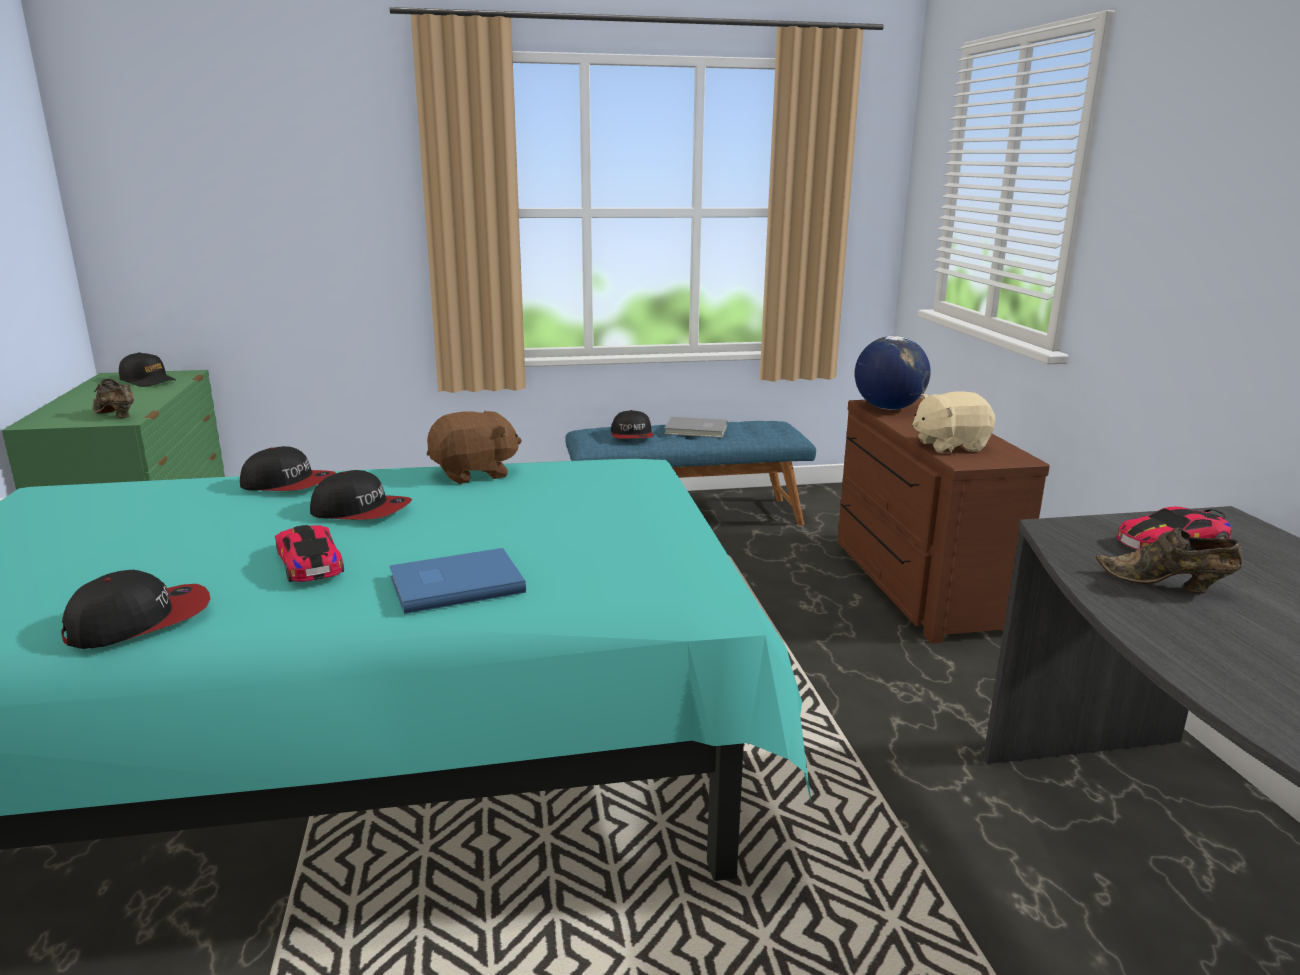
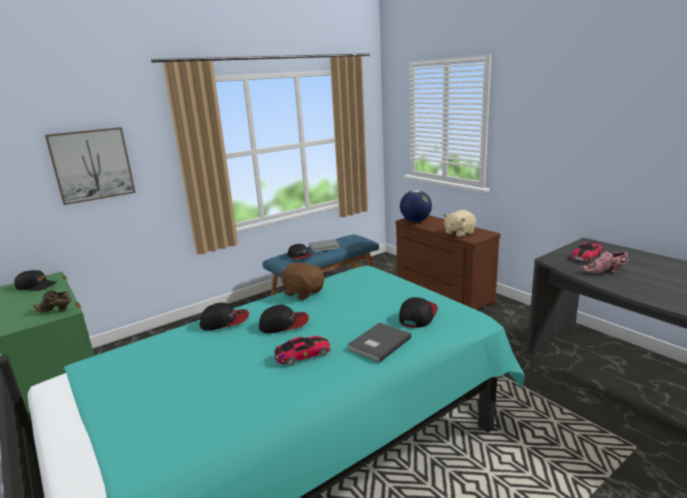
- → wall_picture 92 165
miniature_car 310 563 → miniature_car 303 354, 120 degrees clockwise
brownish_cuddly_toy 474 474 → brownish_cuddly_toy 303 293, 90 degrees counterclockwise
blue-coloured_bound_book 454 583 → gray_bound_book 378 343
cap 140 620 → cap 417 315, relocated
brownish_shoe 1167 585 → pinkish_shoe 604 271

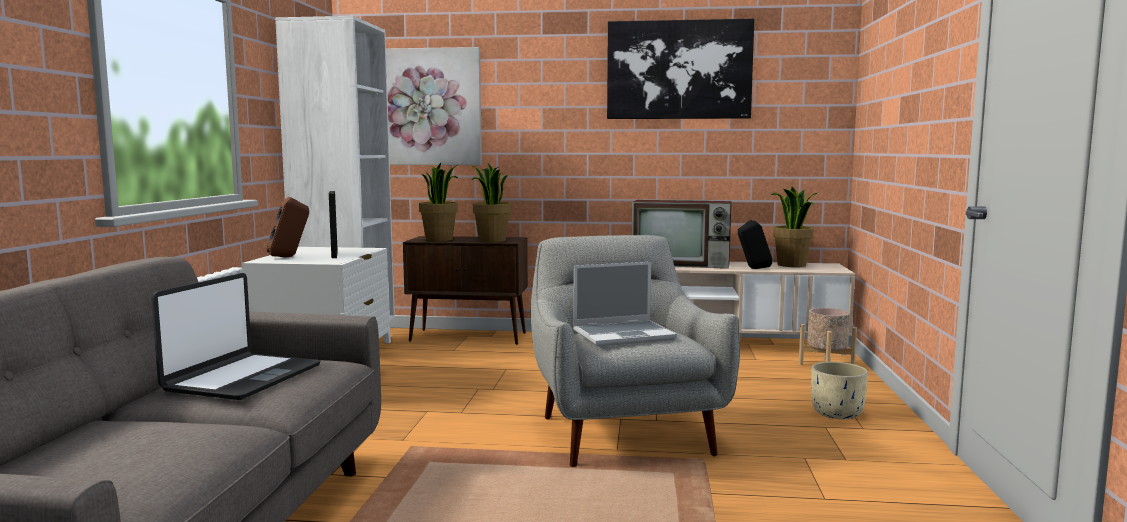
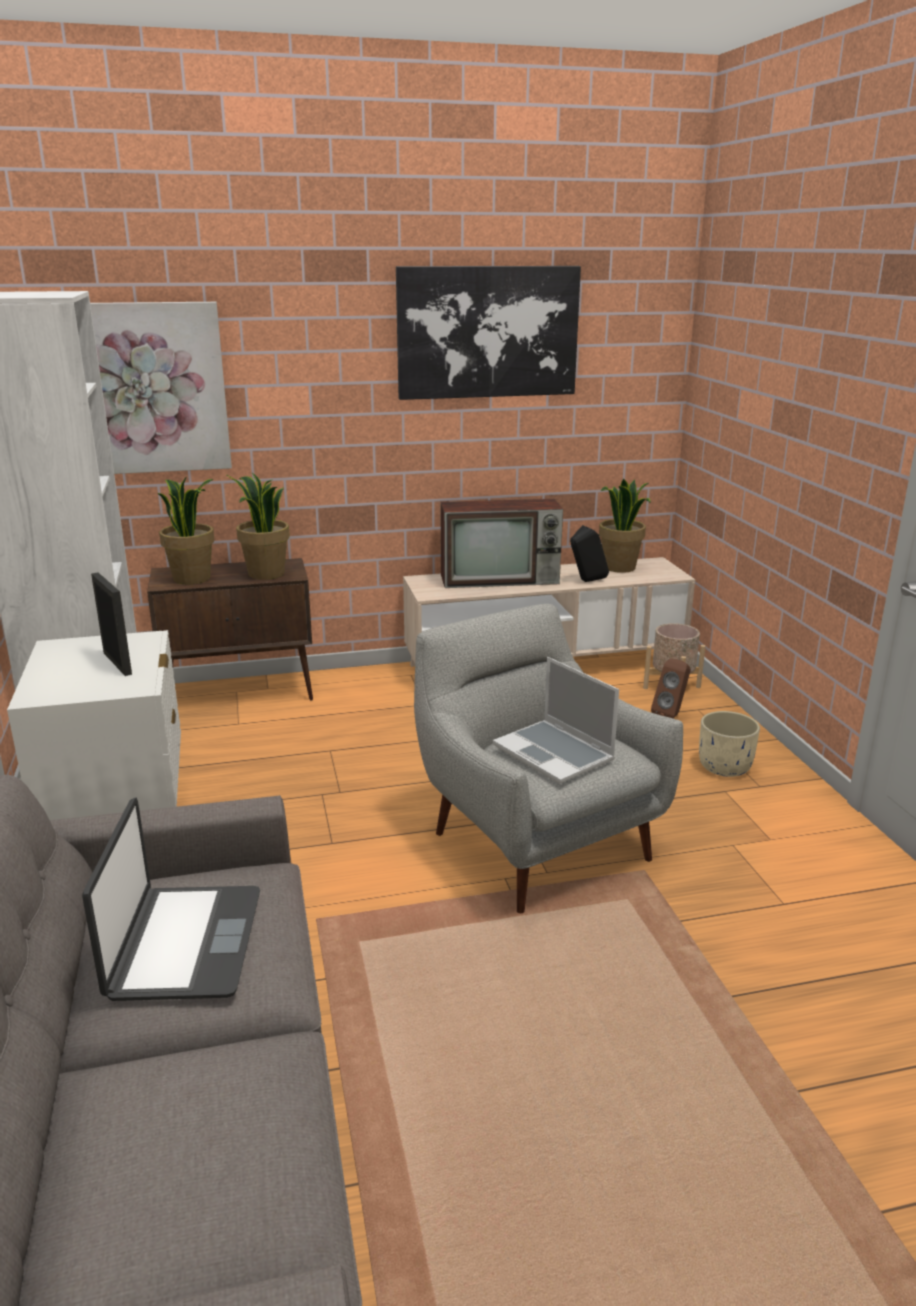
laptop 624 335 → laptop 555 753, 90 degrees clockwise
brownish_audio_speaker 289 257 → brownish_audio_speaker 671 716, relocated

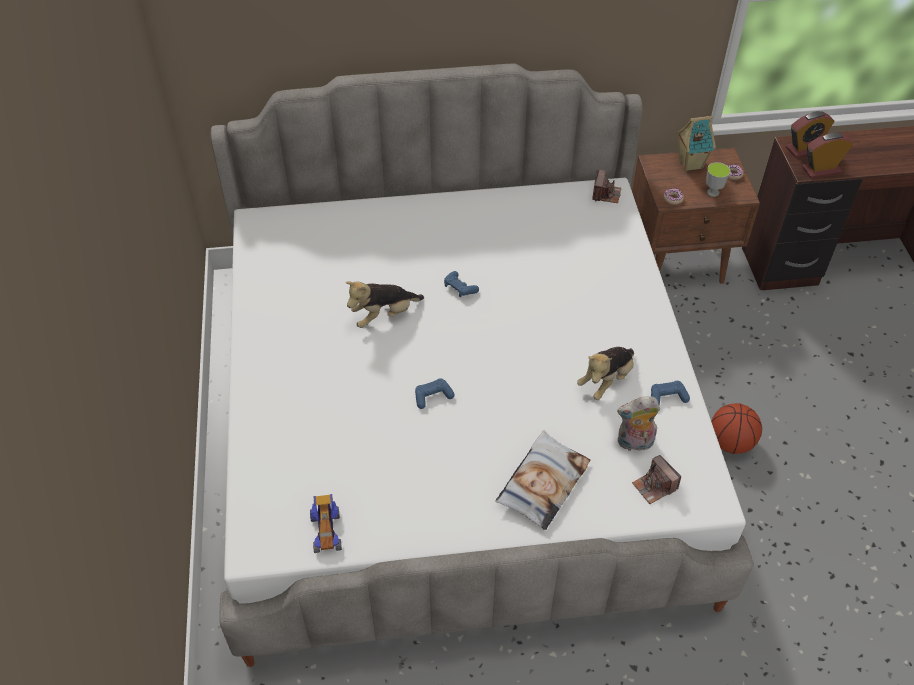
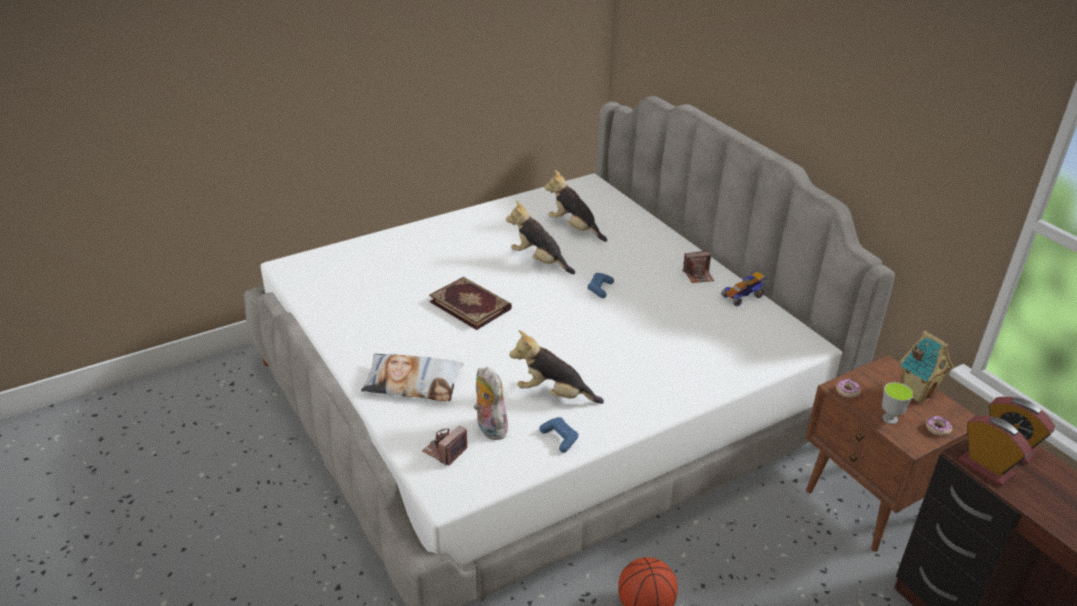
blue-coloured_game_controller 433 396 → bound_book 471 305
- → cuddly_toy 574 228
still_camera 605 194 → still_camera 698 275, relocated
miniature_car 326 531 → miniature_car 742 296, relocated

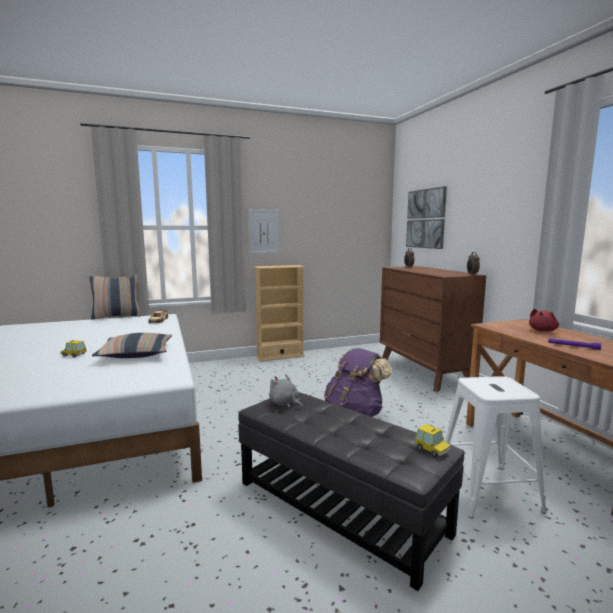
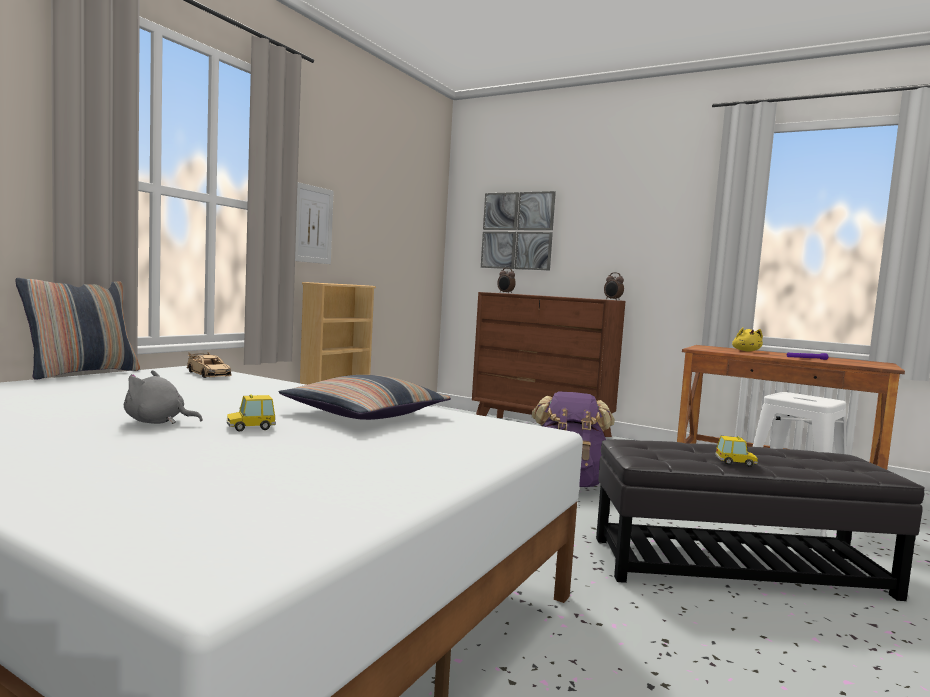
gray_cuddly_toy 285 403 → gray_cuddly_toy 157 422, relocated
miniature_car 432 449 → miniature_car 735 462, relocated
reddish_cuddly_toy 543 330 → yellow-coloured_cuddly_toy 746 351

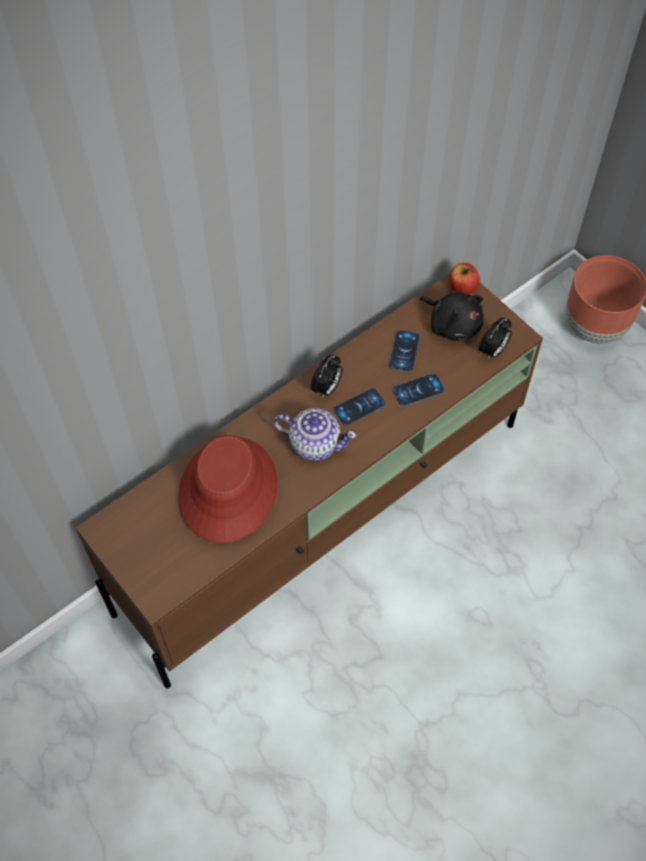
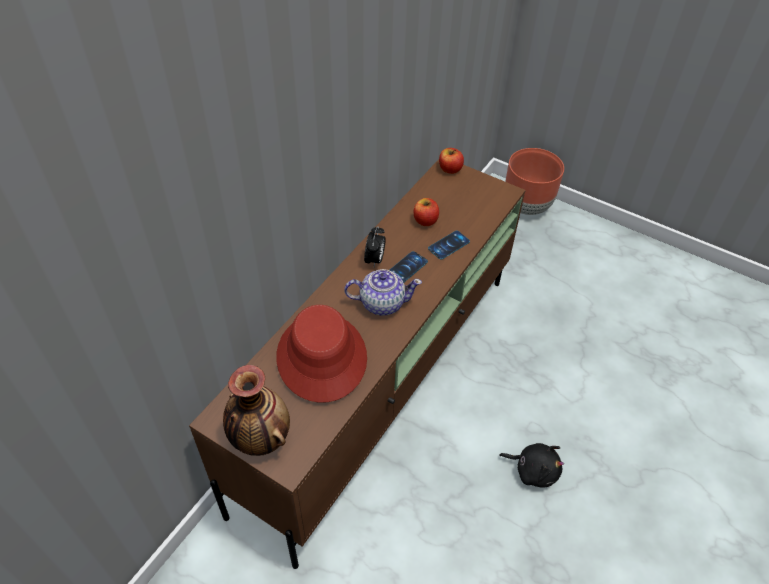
- → decorative_vase 259 438
handset 404 351 → apple 425 220
black-coloured_cuddly_toy 453 324 → black-coloured_cuddly_toy 533 470, relocated
bedside_clock 493 351 → -

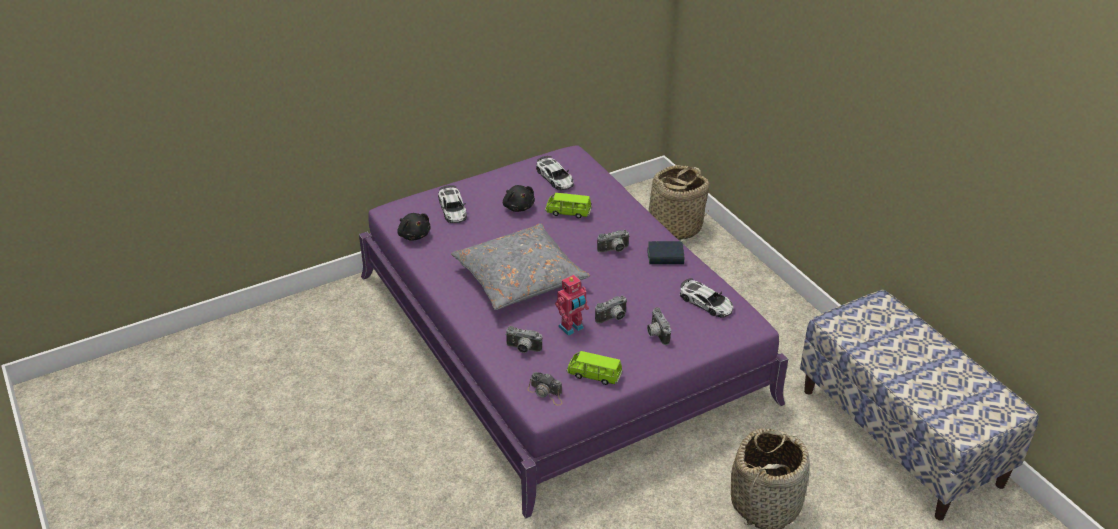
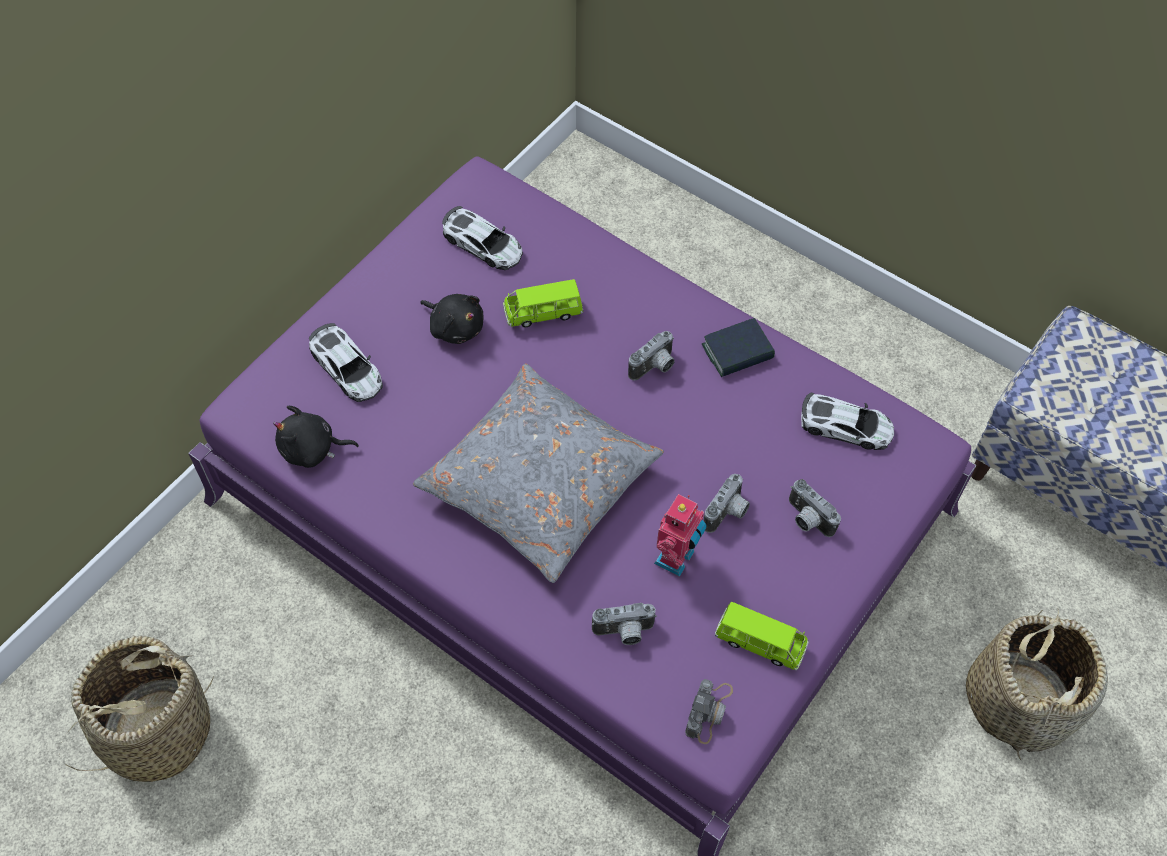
household_basket 674 227 → household_basket 157 731, relocated
black-coloured_cuddly_toy 414 235 → black-coloured_cuddly_toy 312 449, 150 degrees clockwise
still_camera 546 393 → still_camera 709 711, 75 degrees counterclockwise
green-coloured_miniature_car 594 375 → green-coloured_miniature_car 760 642, 150 degrees counterclockwise

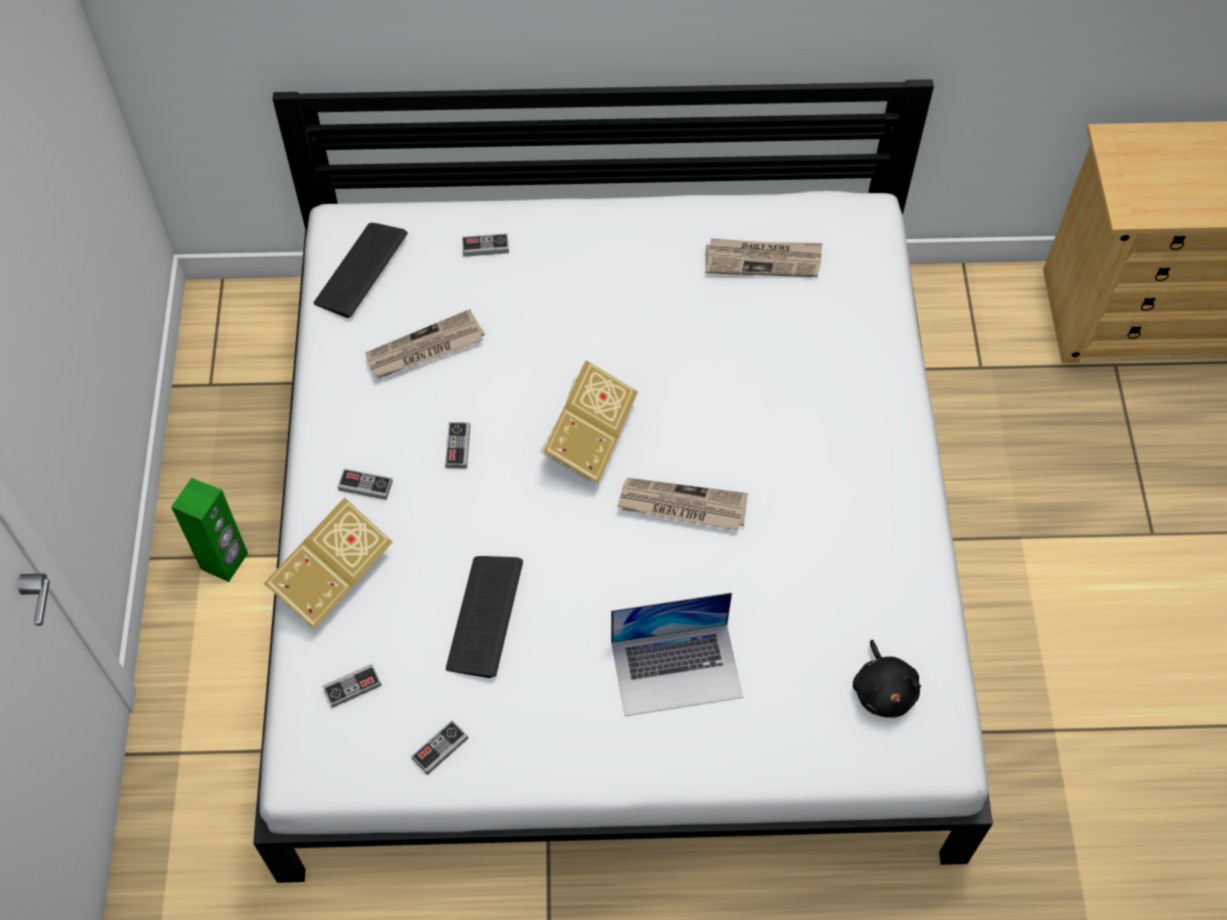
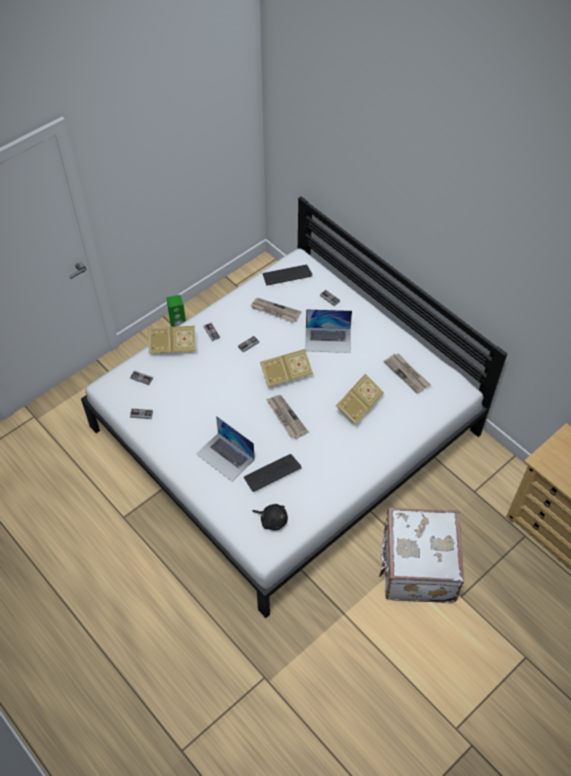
keyboard 485 616 → keyboard 272 473, relocated
black-coloured_cuddly_toy 883 690 → black-coloured_cuddly_toy 272 520, 105 degrees counterclockwise
- → laptop 328 339
- → bound_book 358 406
- → white_piece_of_luggage 416 567

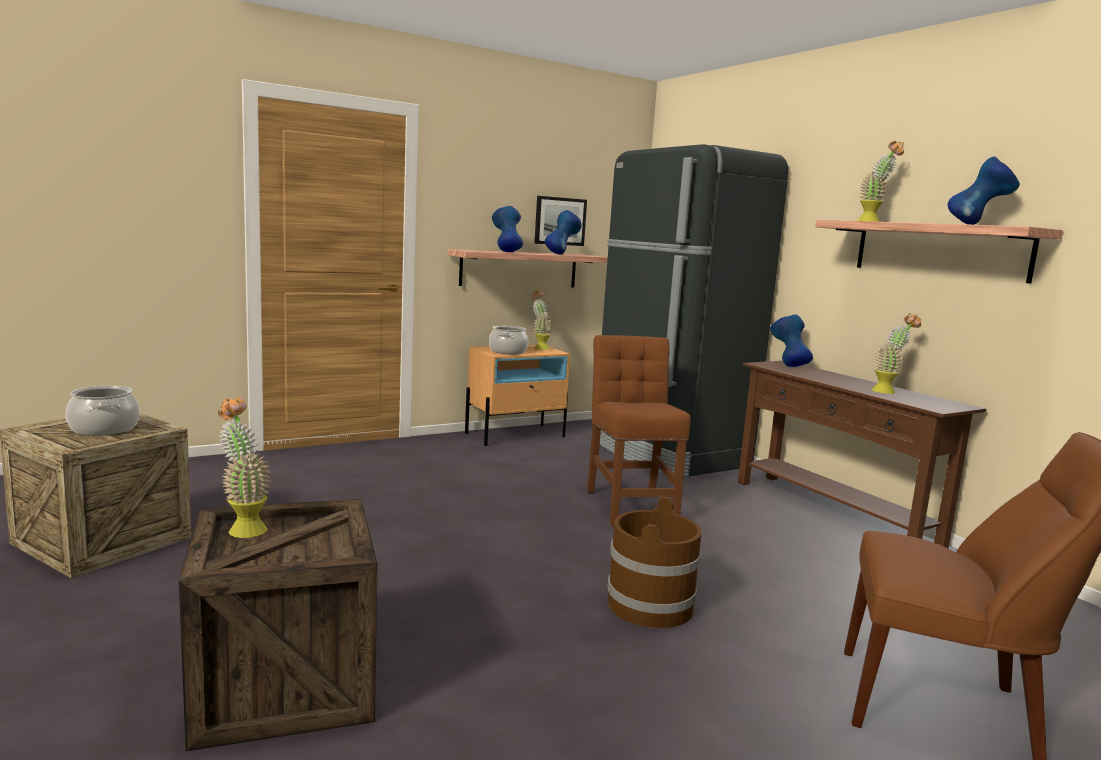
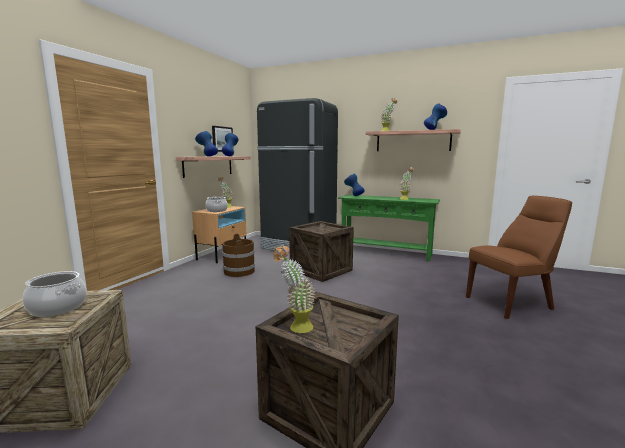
brownish_pail 650 606 → brownish_pail 239 271, relocated
brownish_plain_chair 630 505 → crate 321 270
brownish_narrow_table 833 512 → green-coloured_narrow_table 385 252

